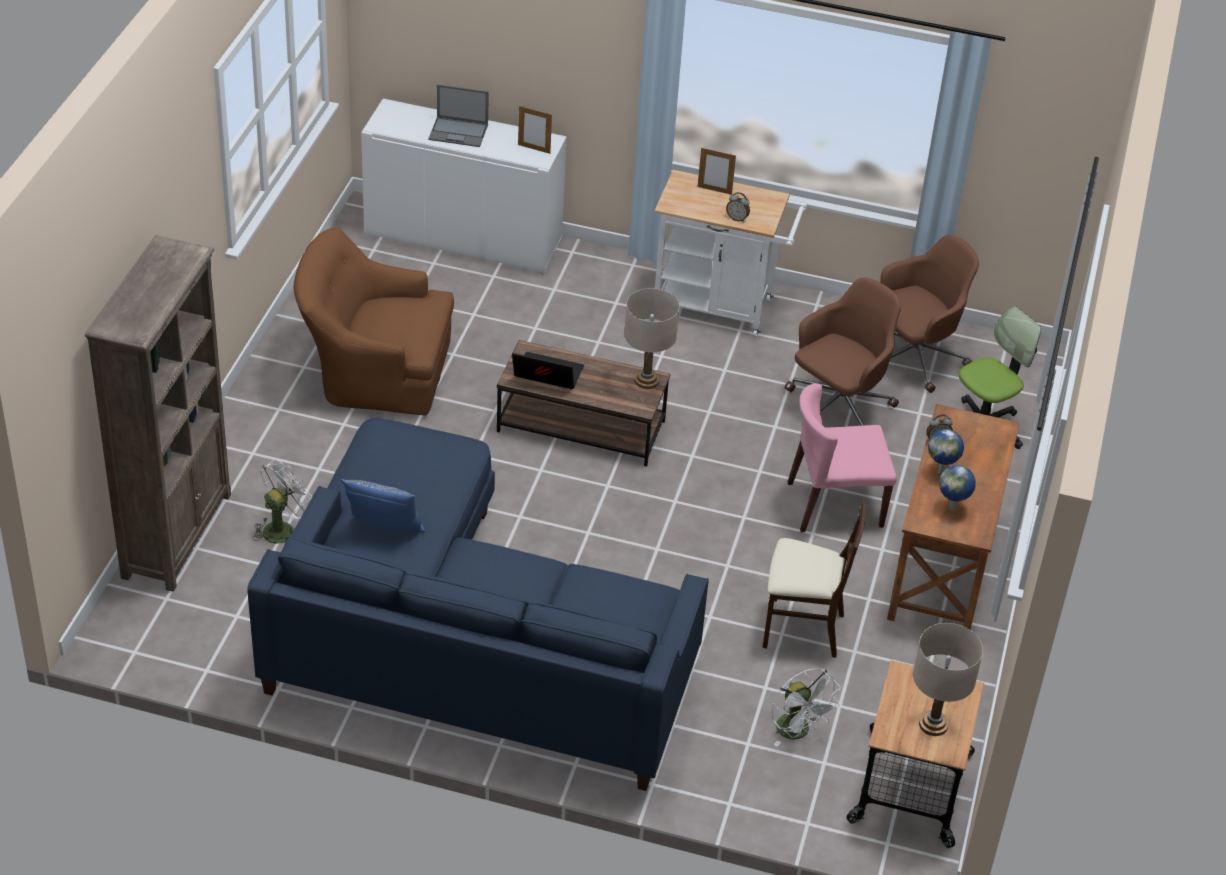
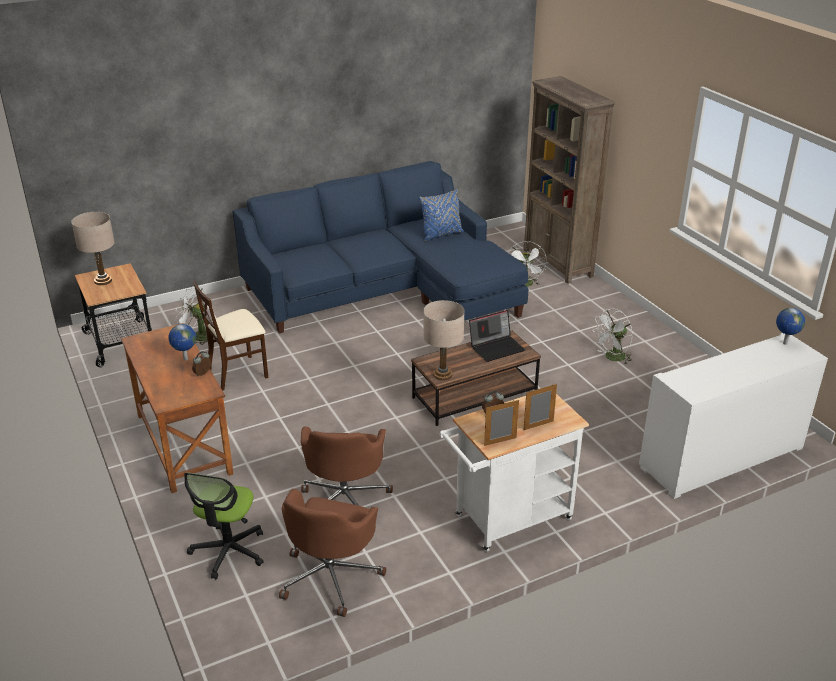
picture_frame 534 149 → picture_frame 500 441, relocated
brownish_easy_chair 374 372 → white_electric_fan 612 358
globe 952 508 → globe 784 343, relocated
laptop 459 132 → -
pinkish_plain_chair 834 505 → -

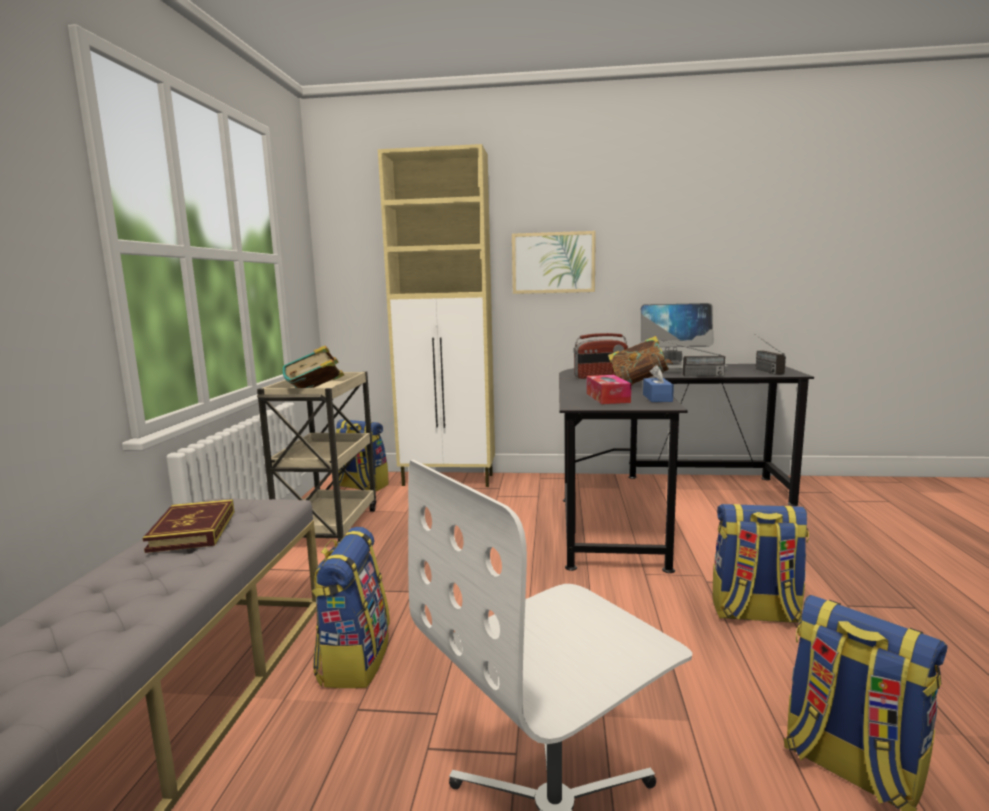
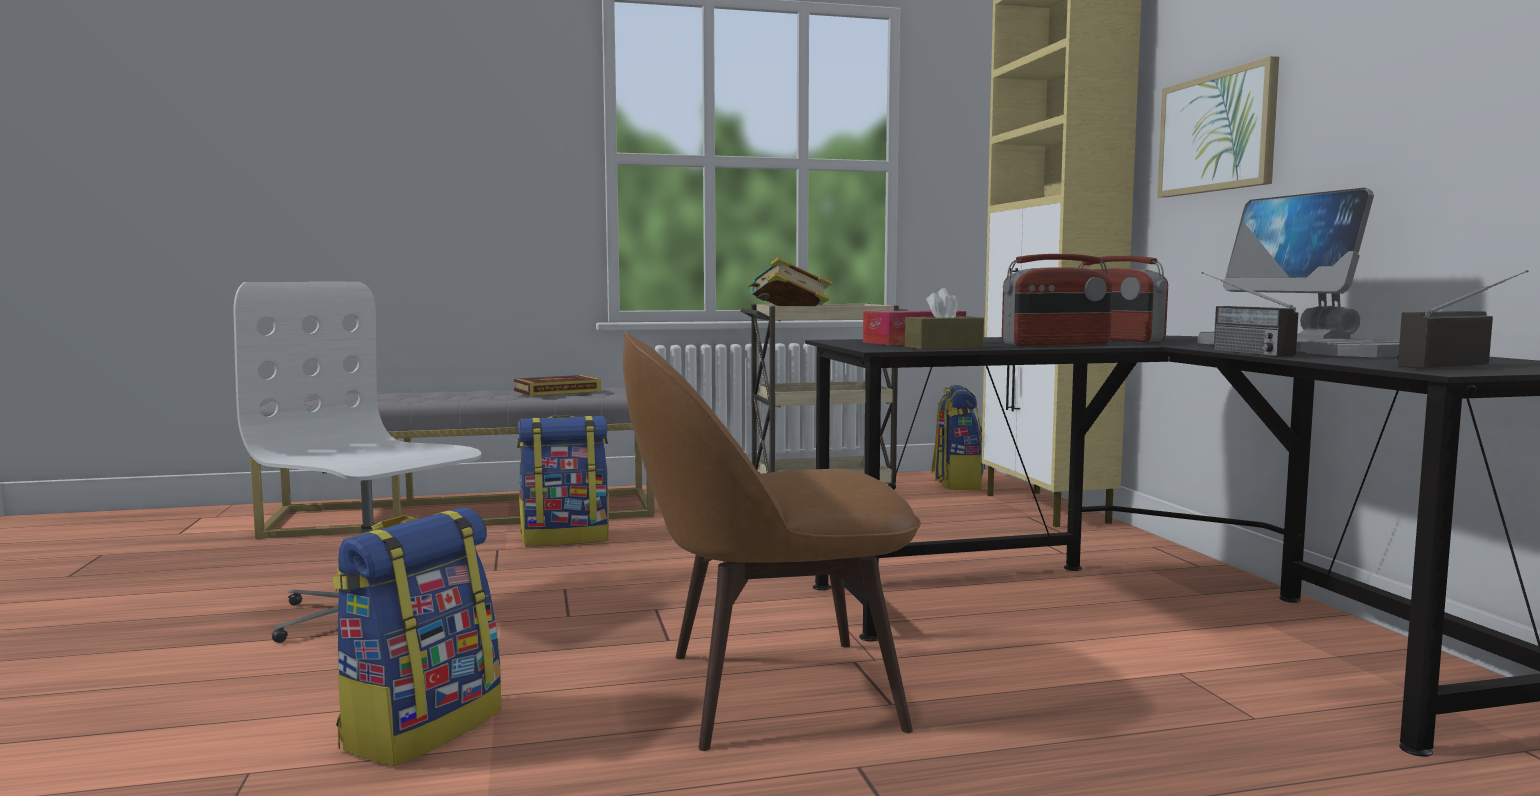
backpack 754 613 → brownish_plain_chair 769 691
blue-coloured_tissue_holder 657 398 → brownish_tissue_holder 943 347
bound_book 638 385 → radio 1056 344

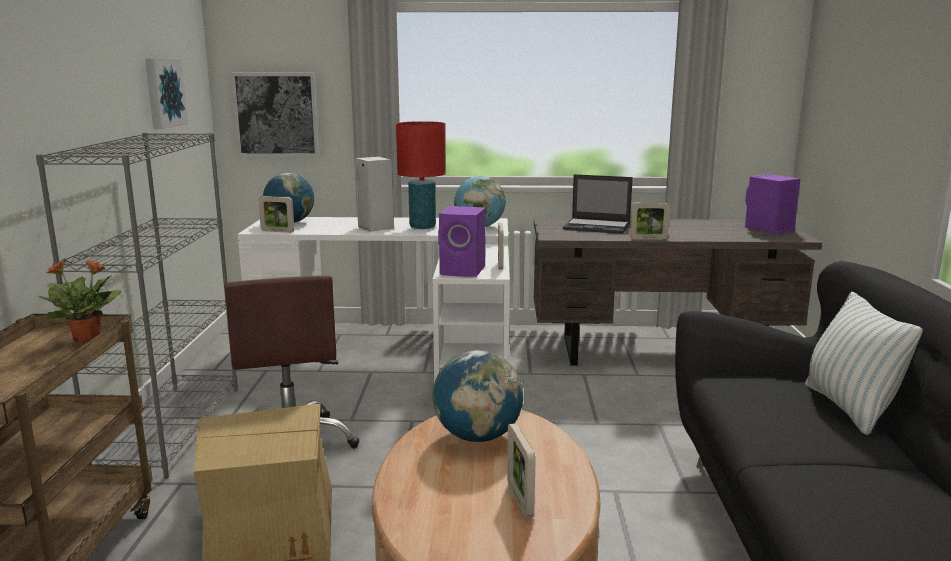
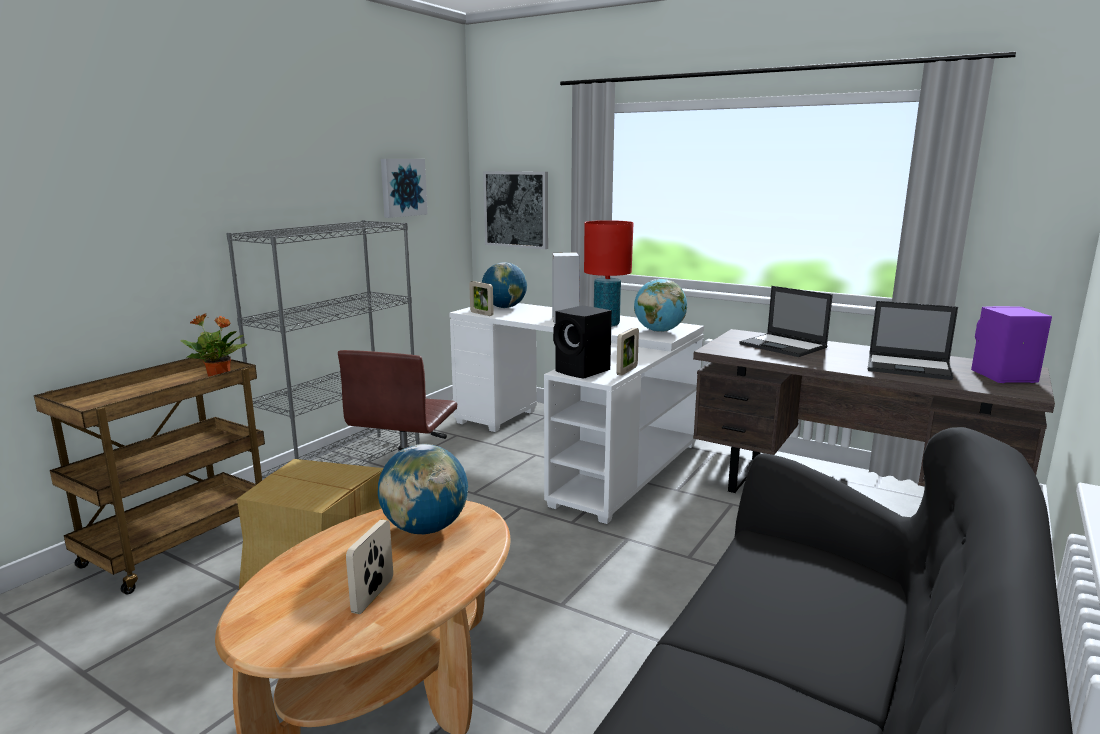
purple_audio_speaker 464 271 → black-coloured_audio_speaker 583 371
- → laptop 909 367
picture_frame 648 239 → -
throw_pillow 849 408 → -

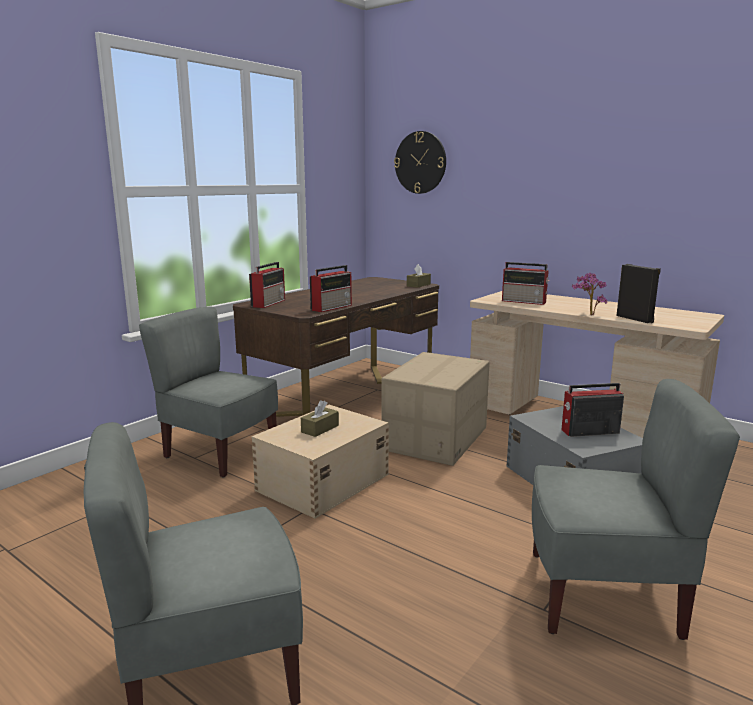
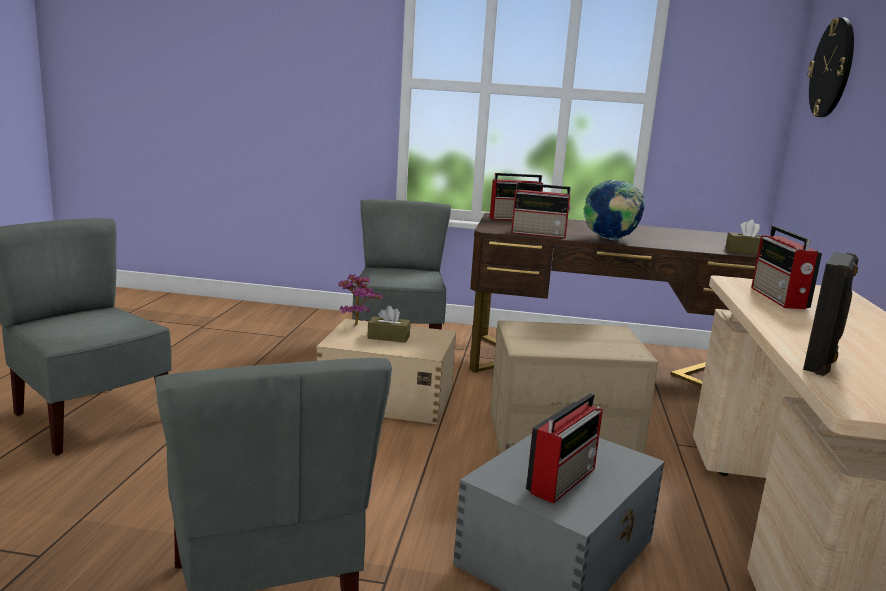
plant_in_a_pot 588 314 → plant_in_a_pot 355 324, relocated
radio 589 431 → radio 563 479, 75 degrees clockwise
- → globe 610 240

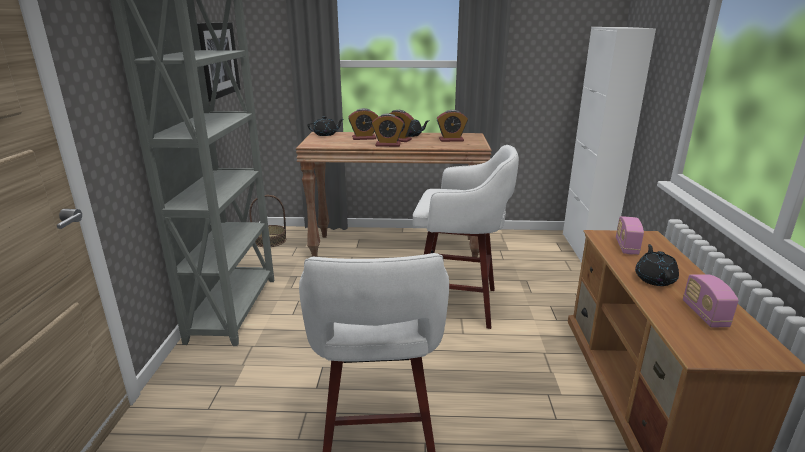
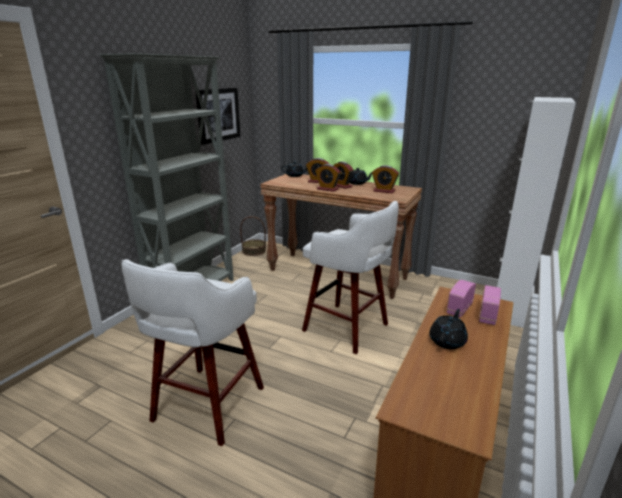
radio 704 315 → radio 487 315, relocated

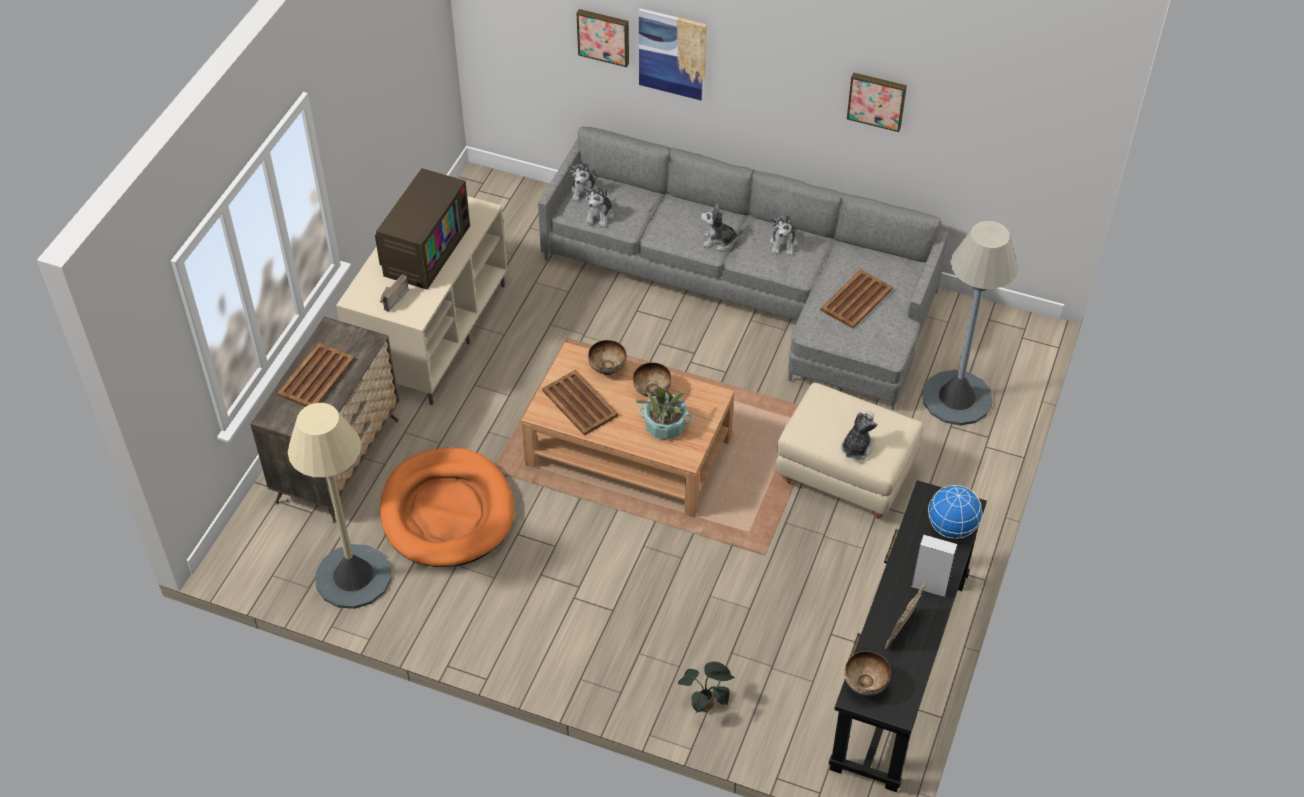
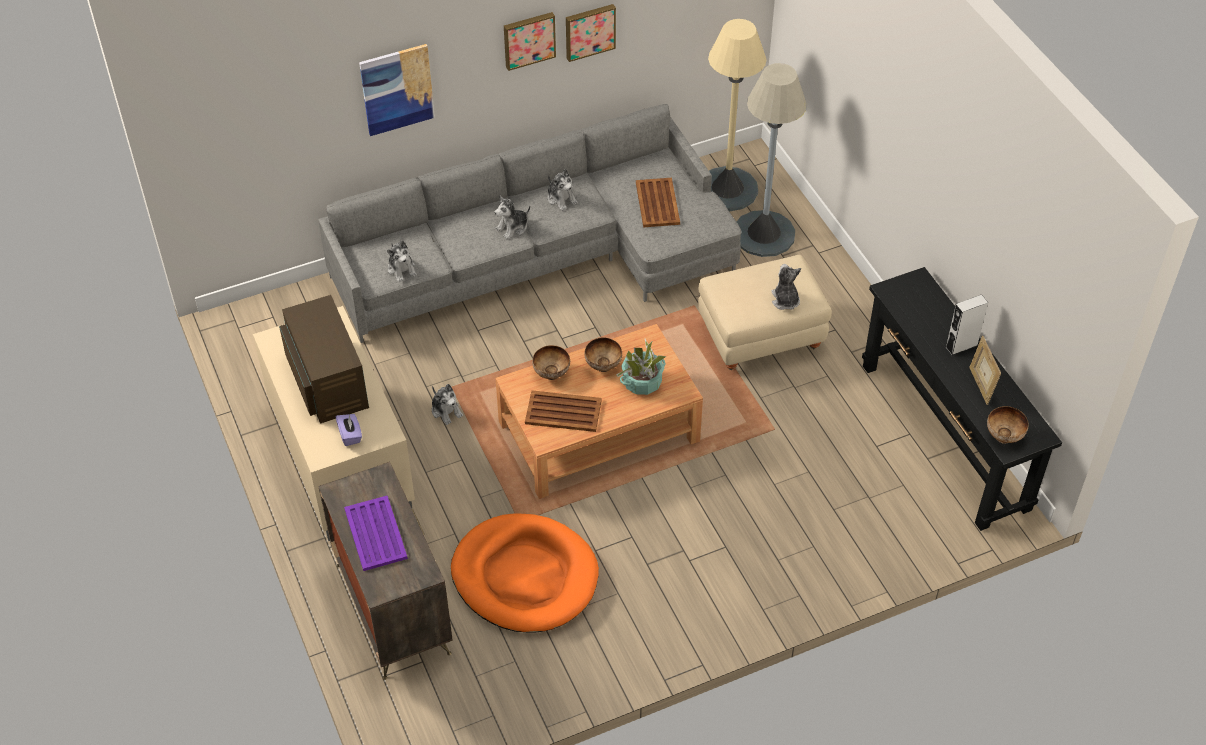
radio 391 299 → purple_tissue_holder 350 435
brownish_serving_tray 316 377 → purple_serving_tray 375 534
cuddly_toy 584 192 → cuddly_toy 446 411, relocated
wall_picture 604 36 → wall_picture 528 39, relocated
beige-coloured_standard_lamp 353 577 → beige-coloured_standard_lamp 727 189, relocated
plant_in_a_pot 706 705 → -
globe 951 527 → -

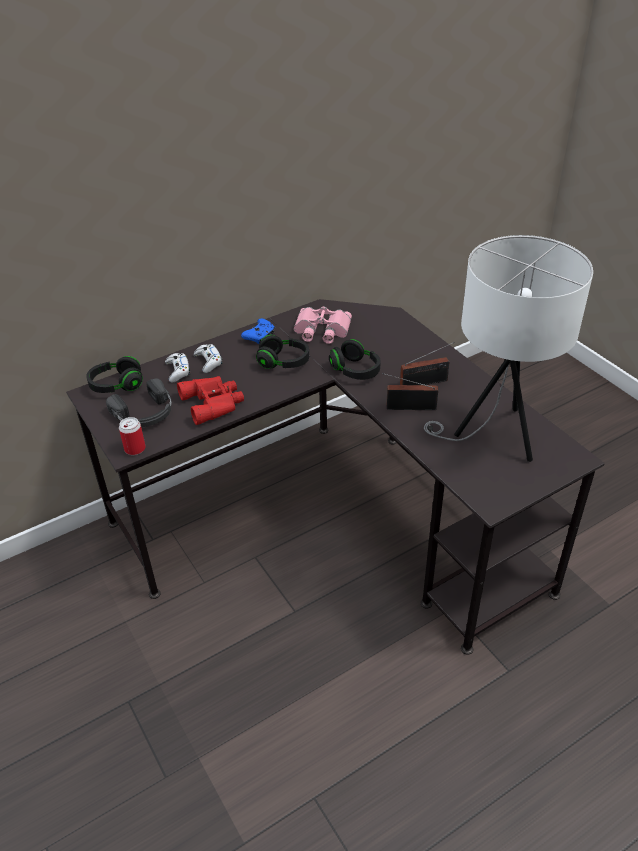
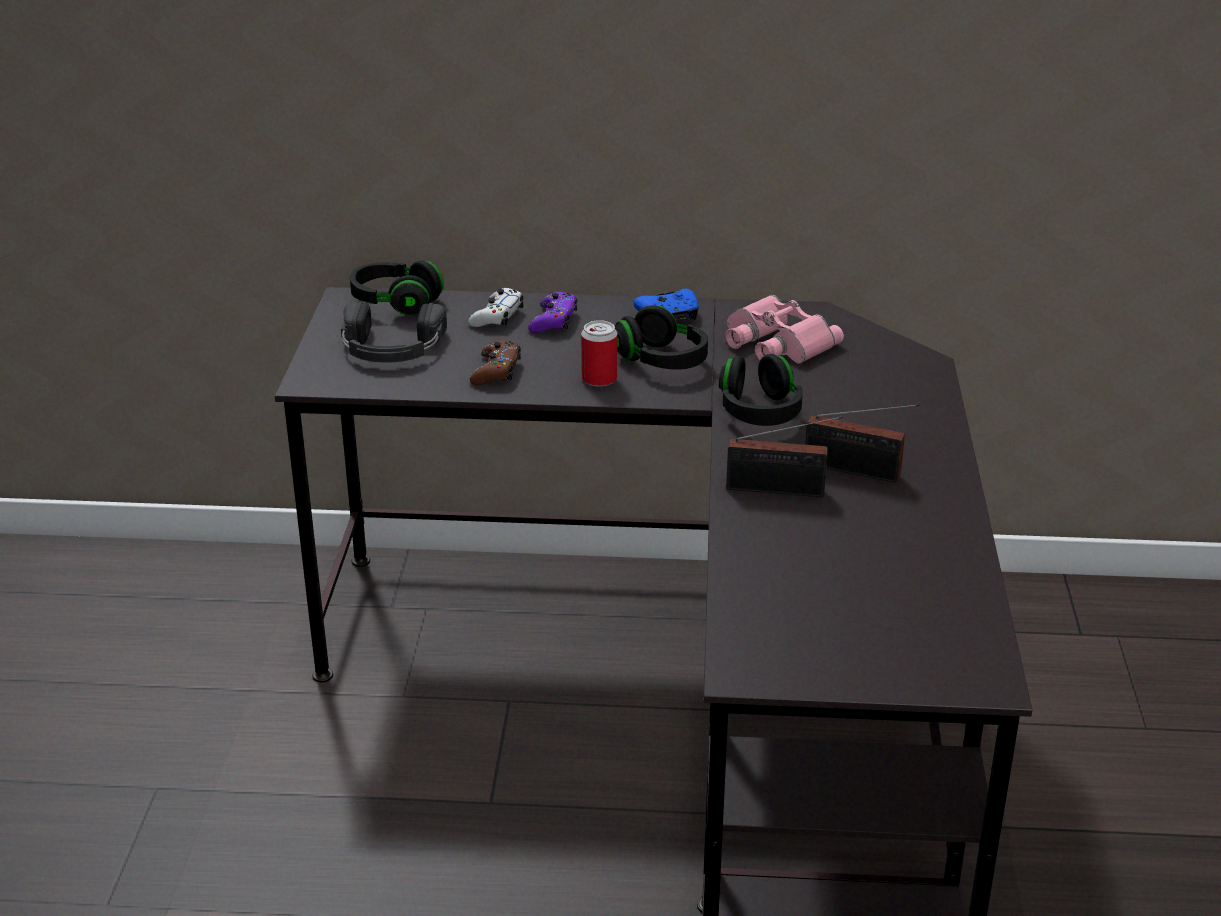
reddish_field_glasses 213 402 → brownish_game_controller 496 371
white_game_controller 208 361 → purple_game_controller 553 321
sealed_can 135 449 → sealed_can 599 379, relocated
radio 408 407 → radio 781 490, 150 degrees clockwise
white_lamp_for_a_table 494 435 → -

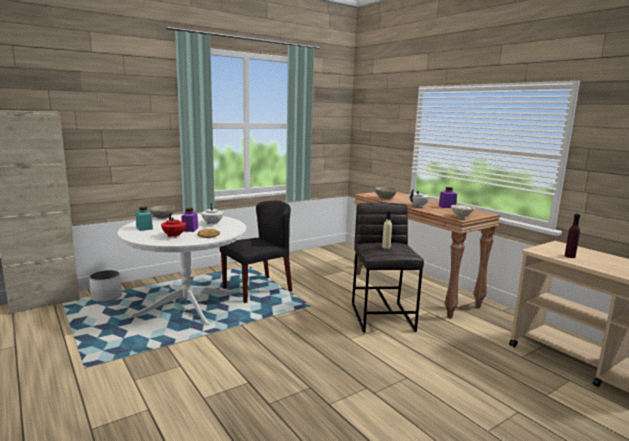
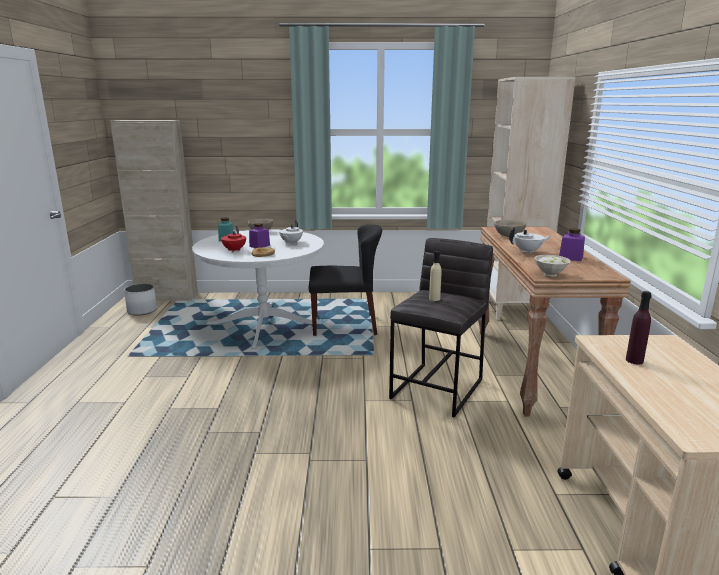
white_flower_pot 106 297 → white_flower_pot 142 311, relocated
- → beige-coloured_bookshelf 512 310

